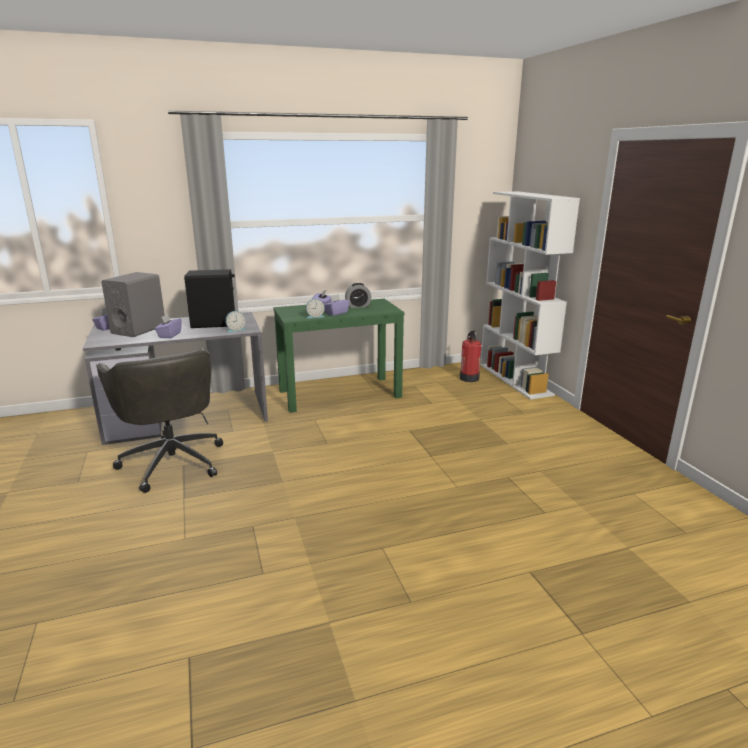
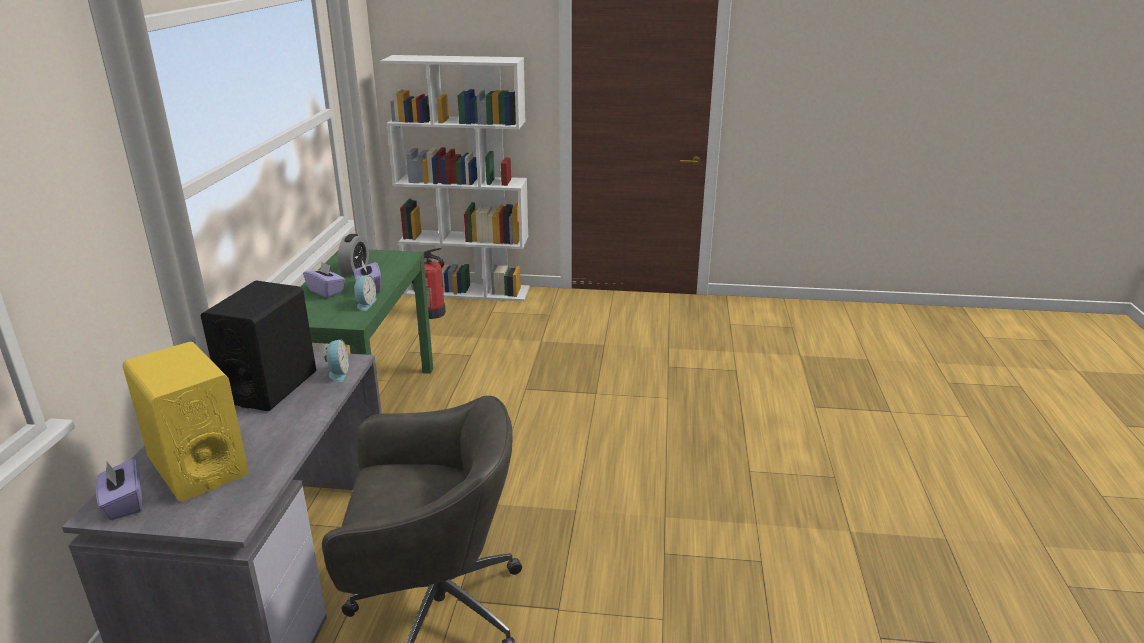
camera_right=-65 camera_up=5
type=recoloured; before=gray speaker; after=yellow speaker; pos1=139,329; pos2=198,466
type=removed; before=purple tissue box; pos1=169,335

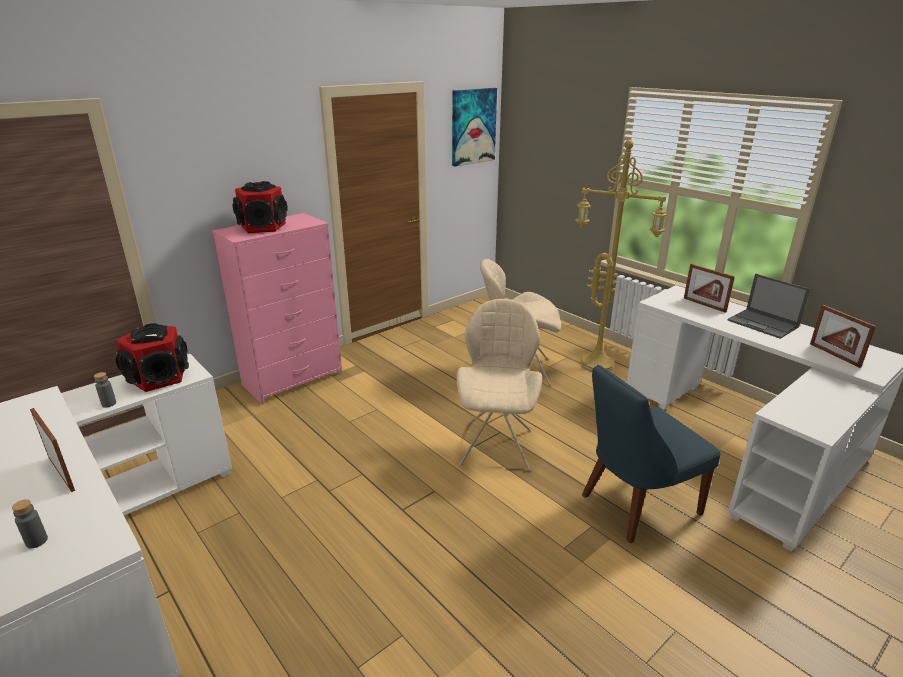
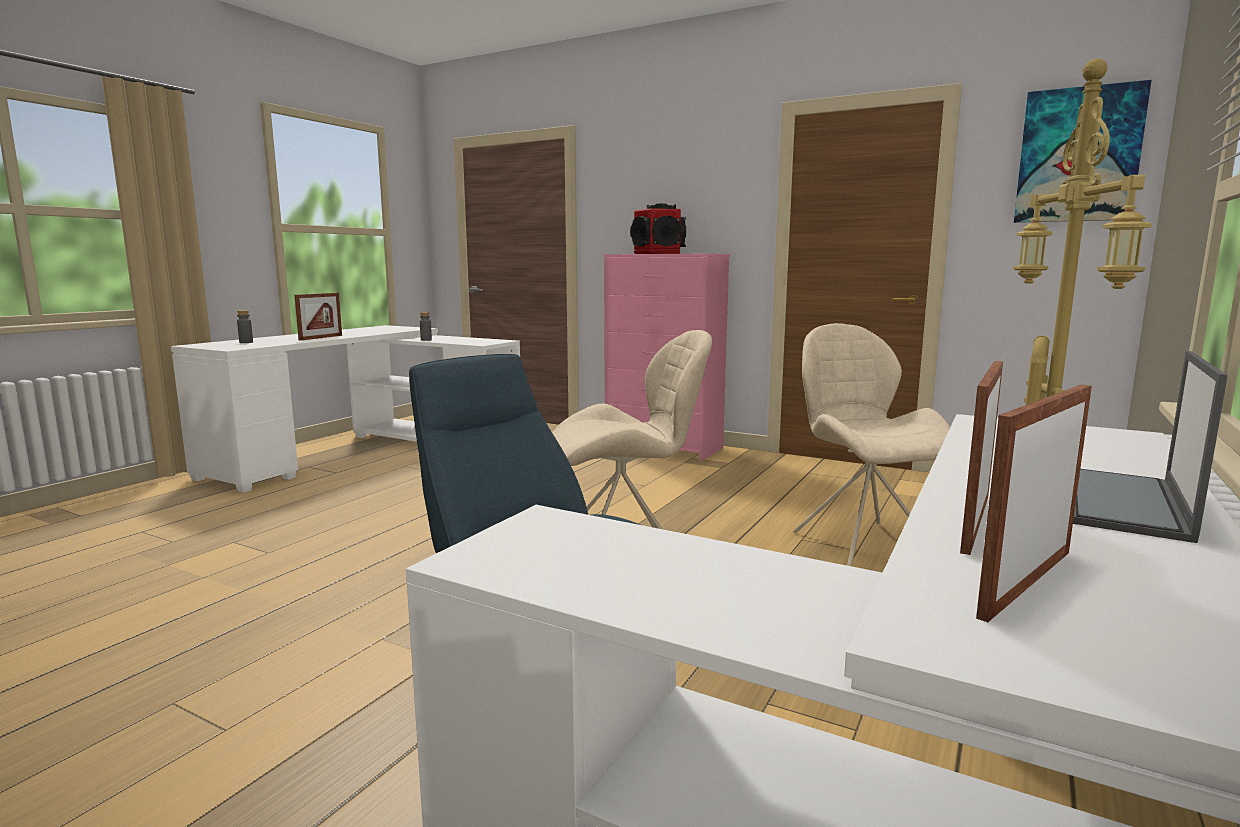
camera_right=70 camera_up=-15
type=moved; before=picture frame; pos1=704,305; pos2=975,522
type=removed; before=speaker; pos1=158,377

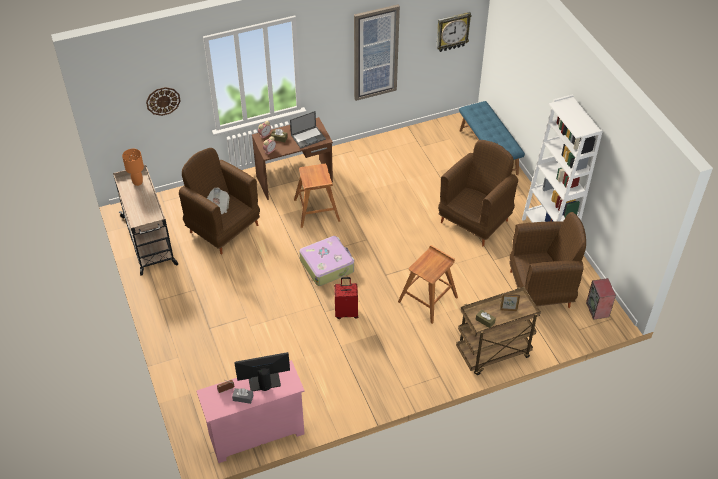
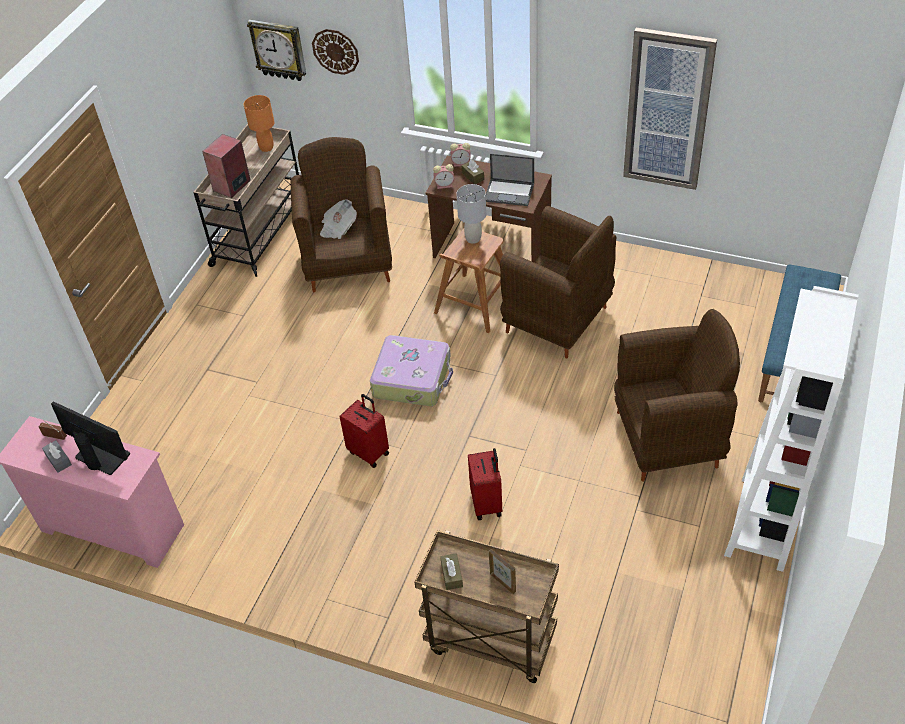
camera_right=45 camera_up=0
type=moved; before=wall clock; pos1=452,31; pos2=279,49
type=moved; before=brownish lounge chair; pos1=541,289; pos2=558,321
type=replaced; before=brownish stool; after=reddish suitcase; pos1=428,299; pos2=487,504
type=moved; before=speaker; pos1=598,310; pos2=232,186
type=added; after=gray tabletop lamp; pos2=473,239

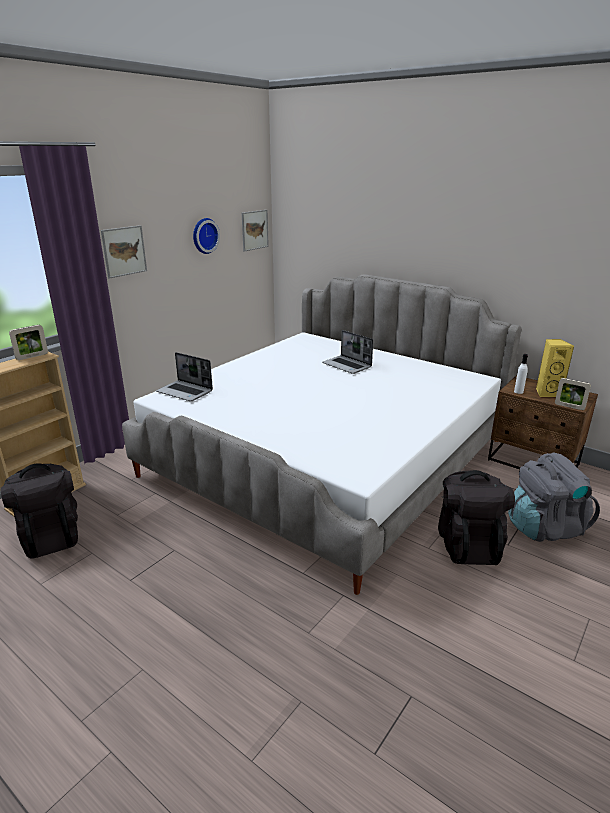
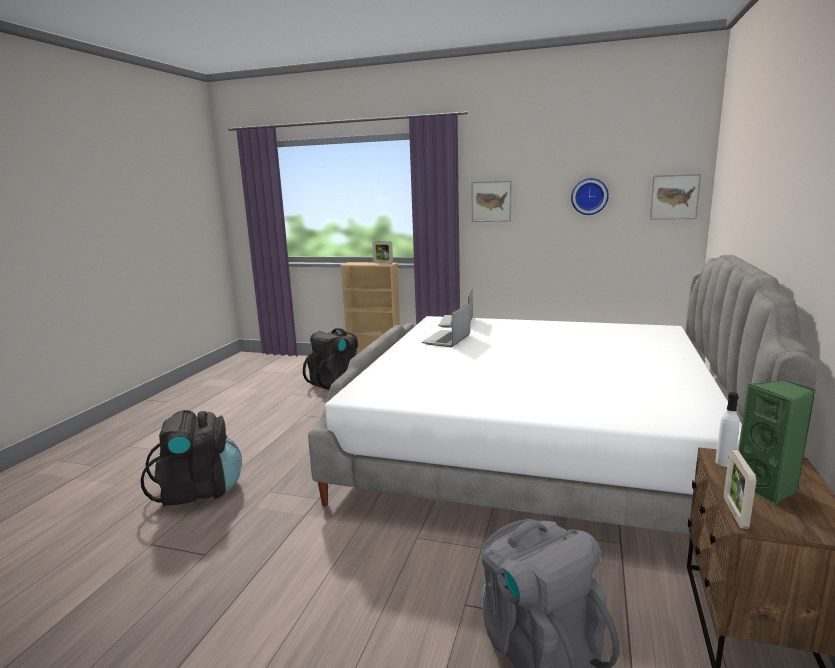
camera_right=70 camera_up=-10
type=moved; before=laptop; pos1=347,365; pos2=447,340
type=recoloured; before=yellow speaker; after=green-coloured speaker; pos1=547,393; pos2=768,489
type=moved; before=blackish knapsack; pos1=468,544; pos2=199,490

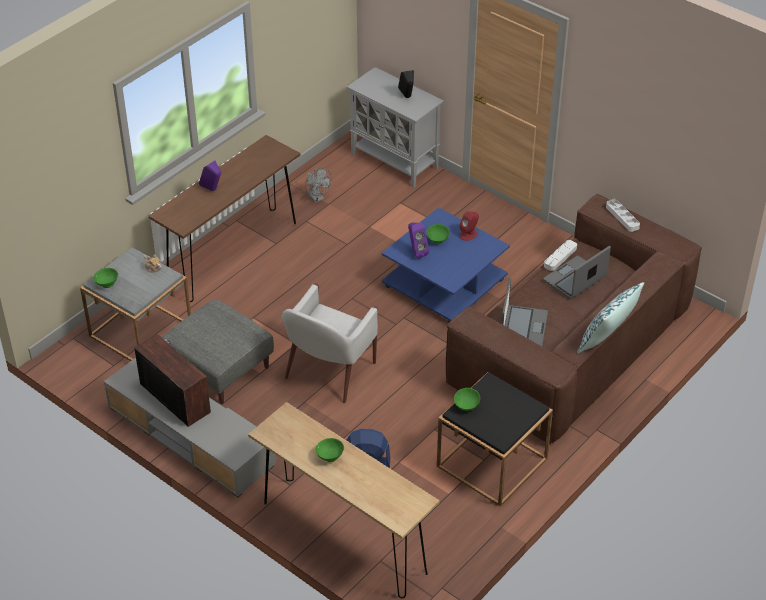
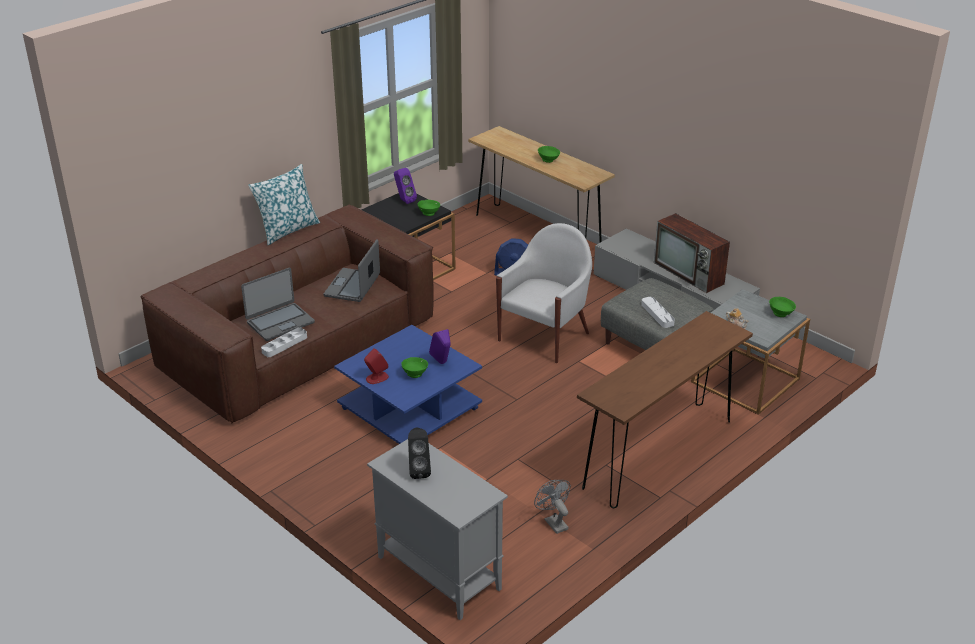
camera_right=-175 camera_up=-10
type=moved; before=purple speaker; pos1=212,190; pos2=404,200
type=moved; before=gray carrying tray; pos1=622,217; pos2=657,314

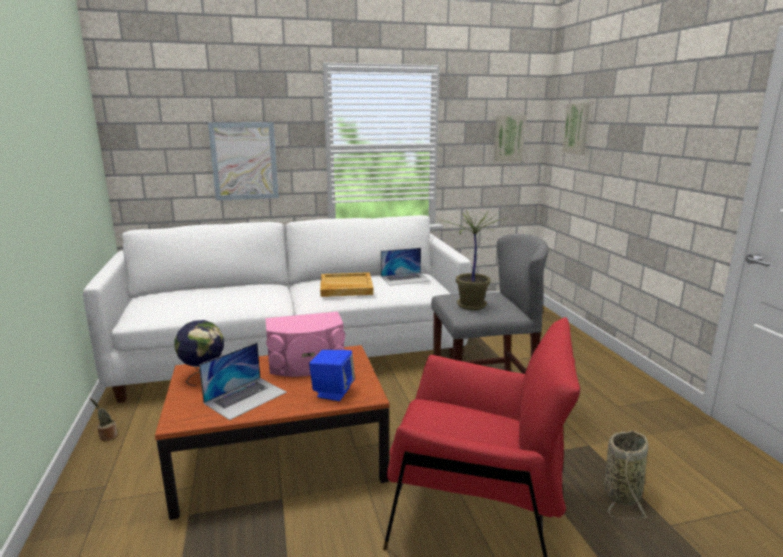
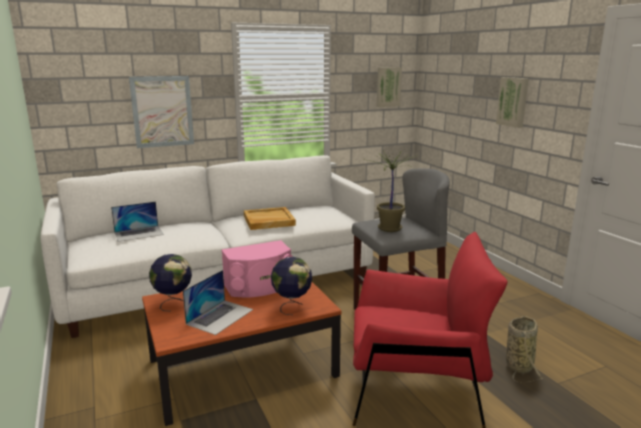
camera_right=-10 camera_up=0
type=moved; before=wall picture; pos1=577,128; pos2=513,102
type=moved; before=laptop; pos1=405,279; pos2=139,233
type=replaced; before=blue speaker; after=world globe; pos1=333,392; pos2=292,306
type=removed; before=potted plant; pos1=107,436

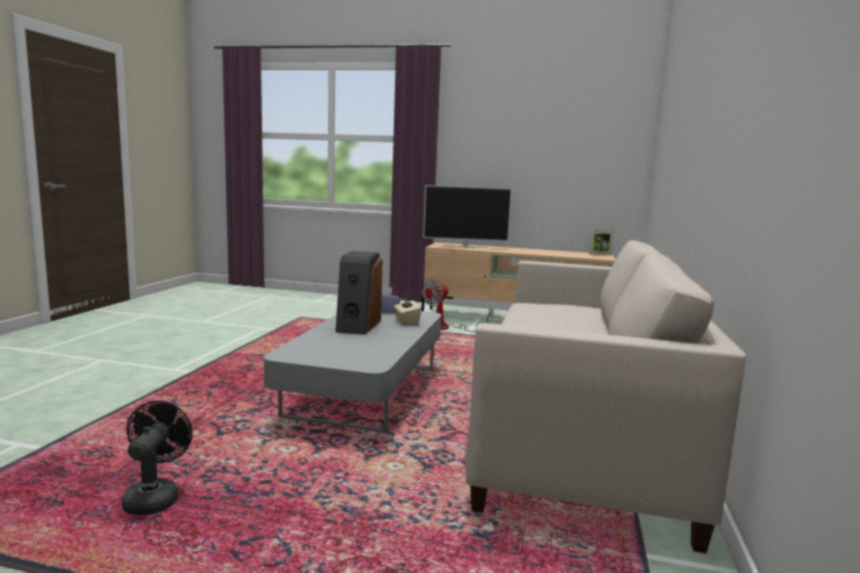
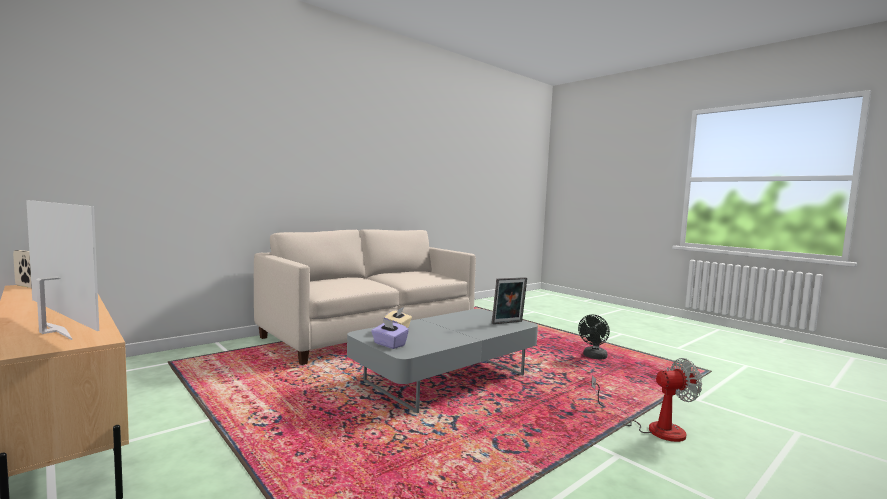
camera_right=-145 camera_up=-5
type=removed; before=speaker; pos1=357,325
type=moved; before=electric fan; pos1=446,327; pos2=653,427
type=added; after=picture frame; pos2=508,323

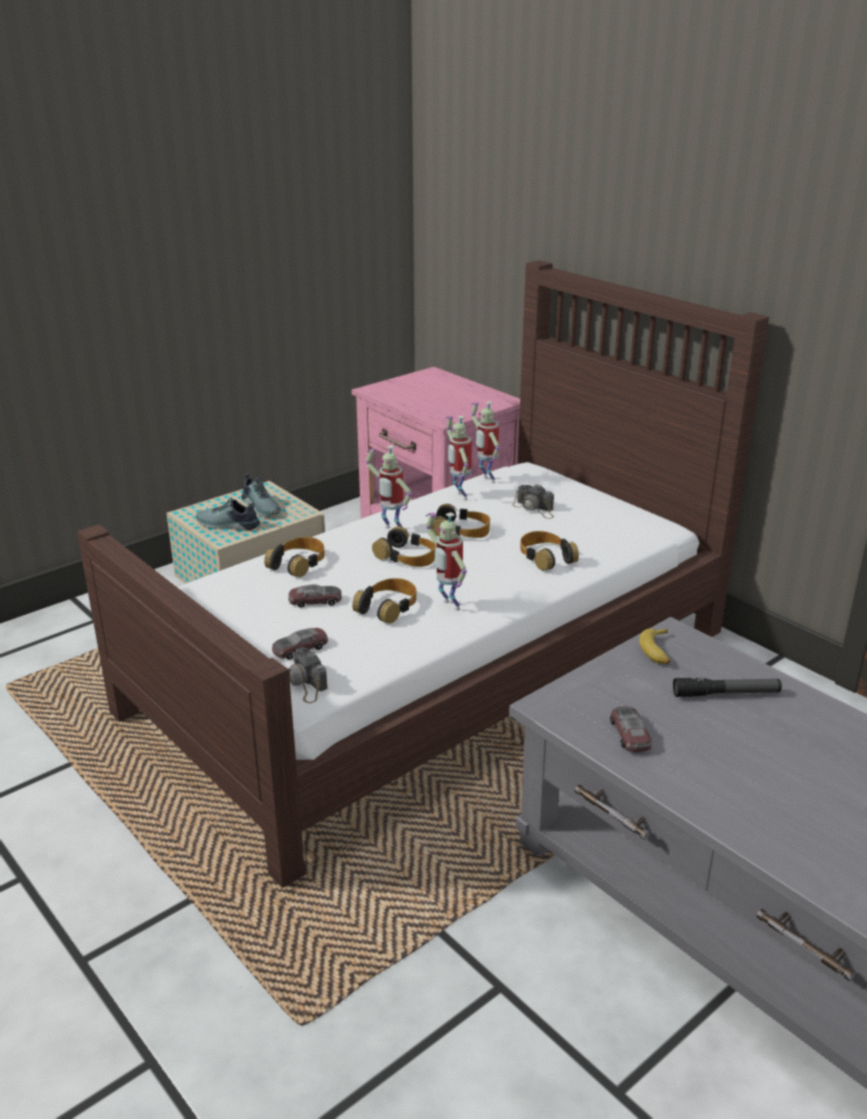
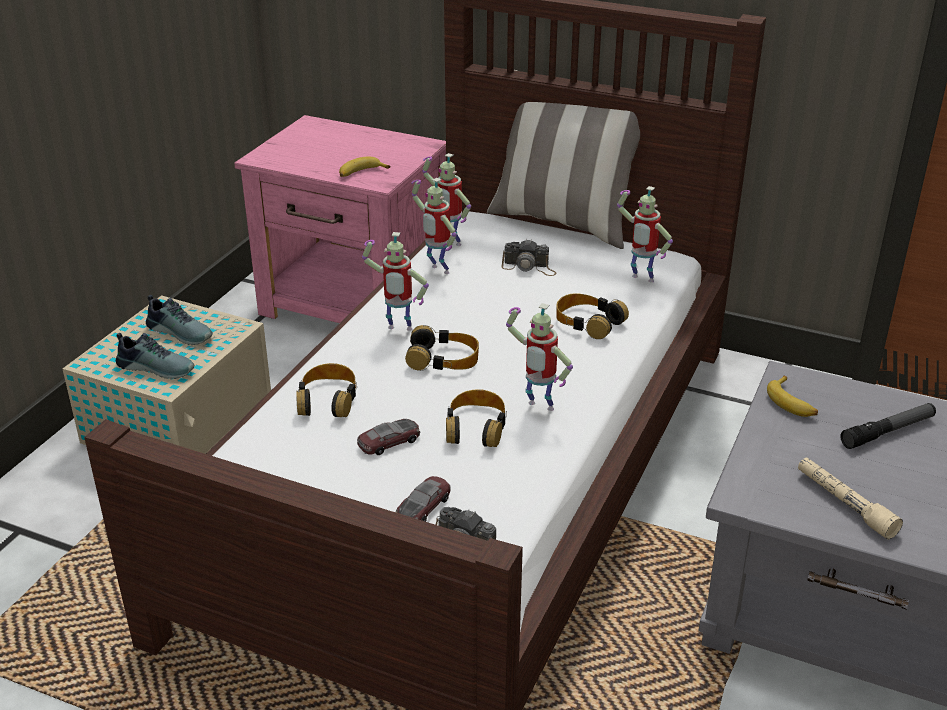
camera_right=-25 camera_up=5
type=turned; before=item of footwear; pos1=227,525; pos2=157,367; turn=-150
type=removed; before=pair of headphones; pos1=461,530
type=replaced; before=miniature car; after=beige flashlight; pos1=630,734; pos2=844,504
type=added; after=pillow; pos2=564,222
type=added; after=banana; pos2=361,173
type=added; after=toy robot; pos2=640,280

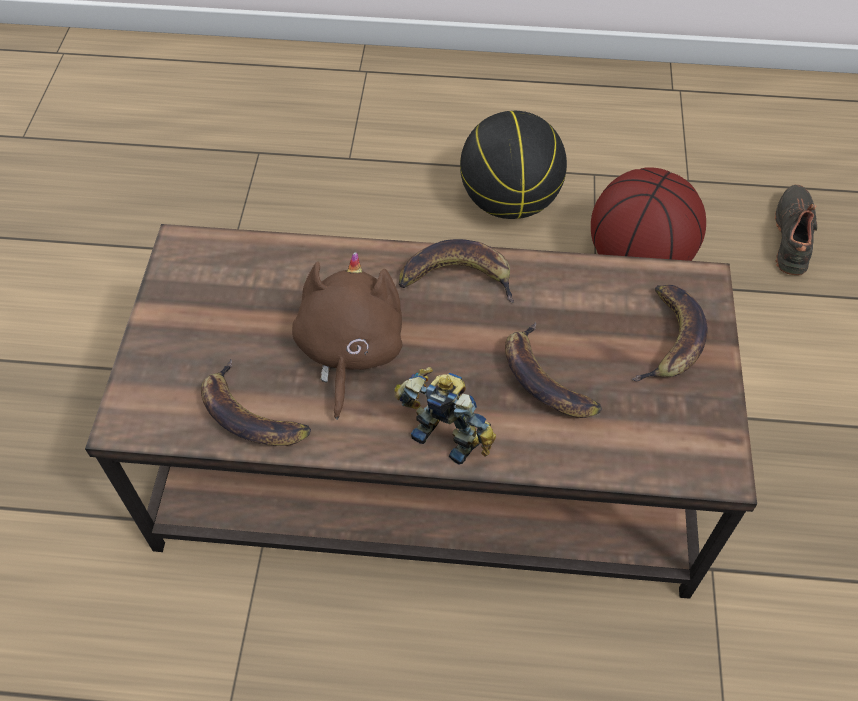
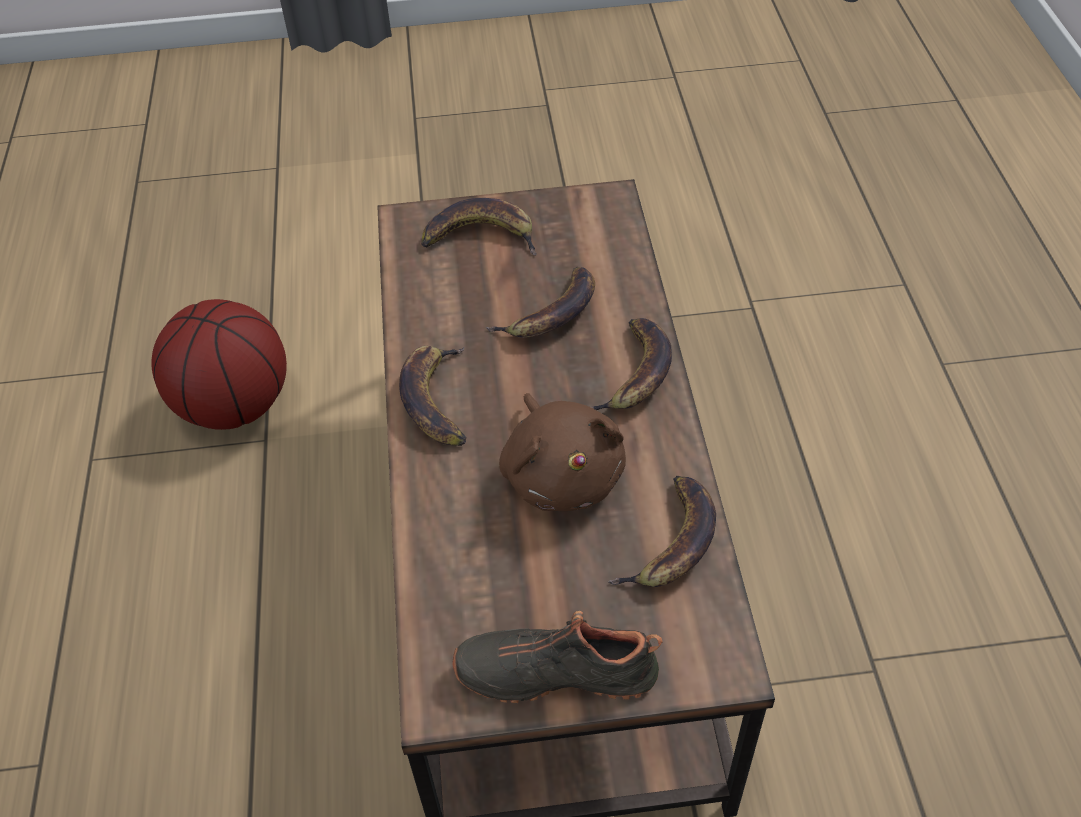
camera_right=-100 camera_up=-5
type=removed; before=basketball; pos1=510,202
type=moved; before=blackish item of footwear; pos1=794,237; pos2=556,669
type=turned; before=brownish cuddly toy; pos1=349,351; pos2=562,473; turn=-105
type=replaced; before=toy robot; after=banana; pos1=447,432; pos2=635,374

